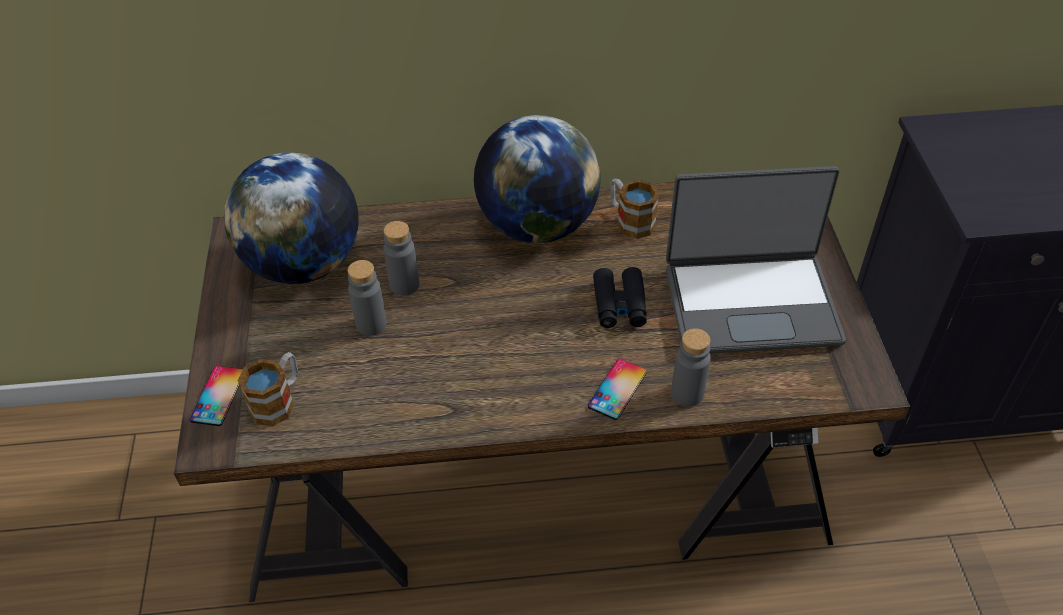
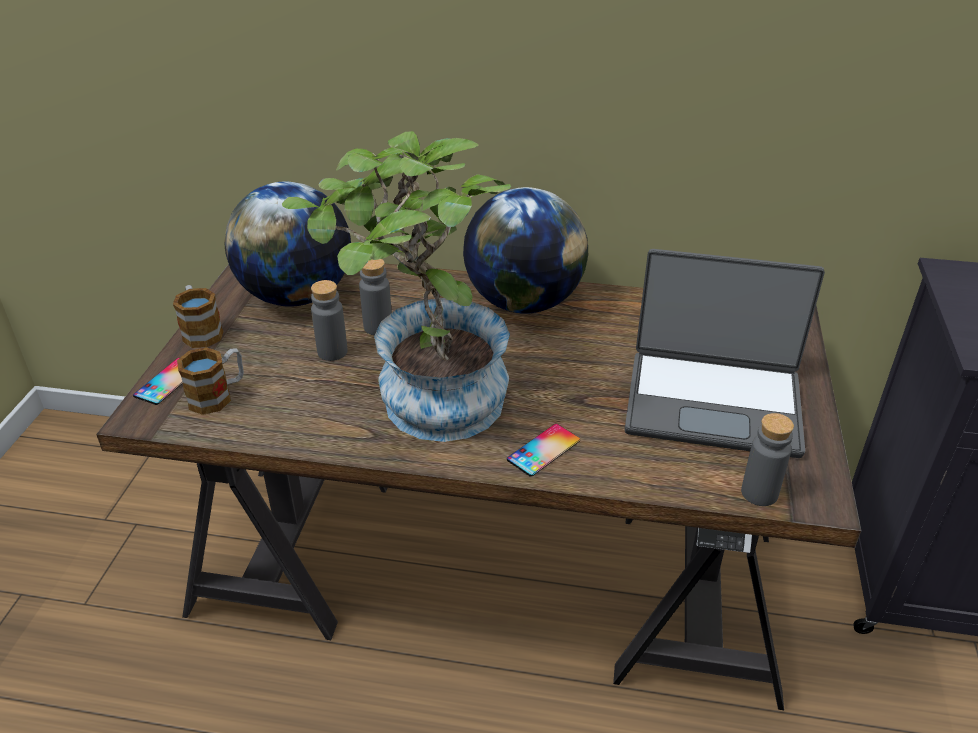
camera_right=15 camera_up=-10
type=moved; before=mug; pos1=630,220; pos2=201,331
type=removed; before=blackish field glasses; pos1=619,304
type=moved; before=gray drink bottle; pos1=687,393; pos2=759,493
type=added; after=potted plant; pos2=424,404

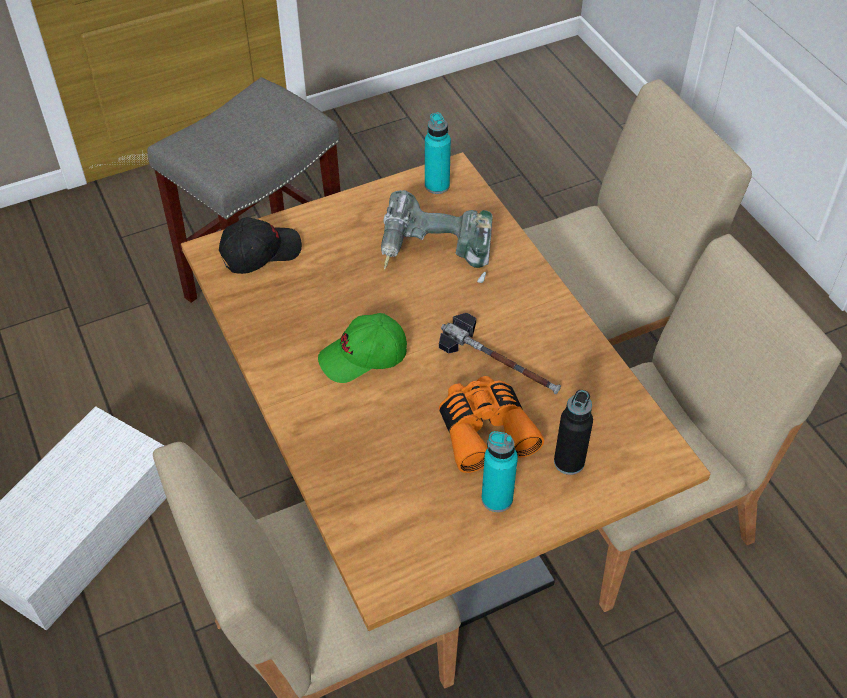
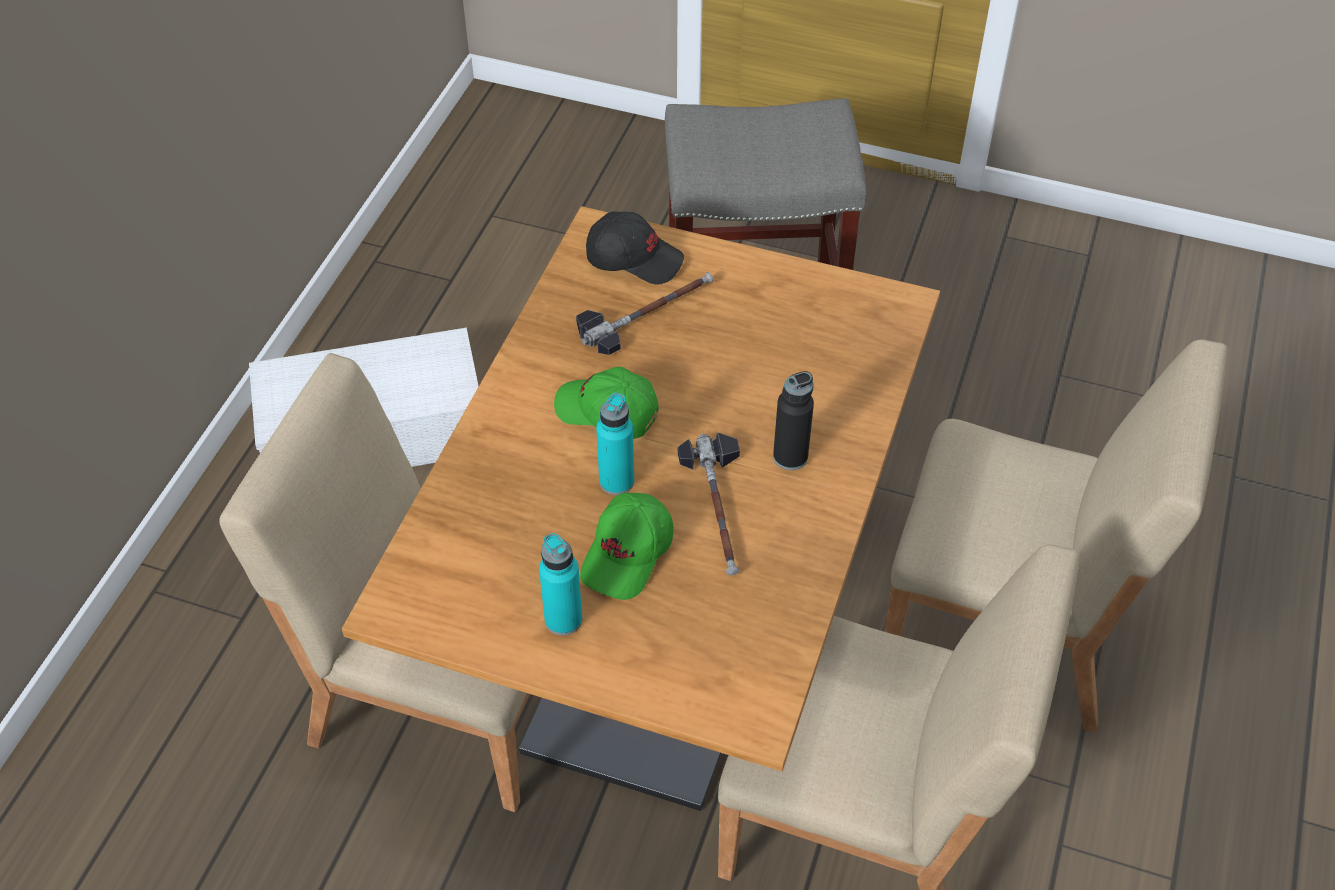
camera_right=45 camera_up=0
type=moved; before=turquoise-coloured drink bottle; pos1=437,185; pos2=616,481
type=removed; before=electric drill; pos1=435,255
type=replaced; before=orangey field glasses; after=green-coloured peaked cap; pos1=485,430; pos2=628,555
type=moved; before=blackish drink bottle; pos1=569,462; pos2=790,457
type=added; after=hand hammer; pos2=647,313

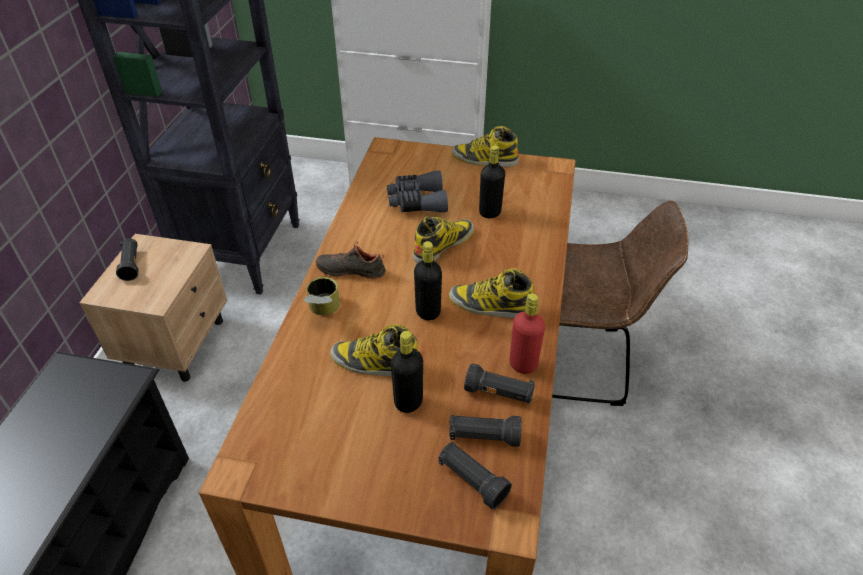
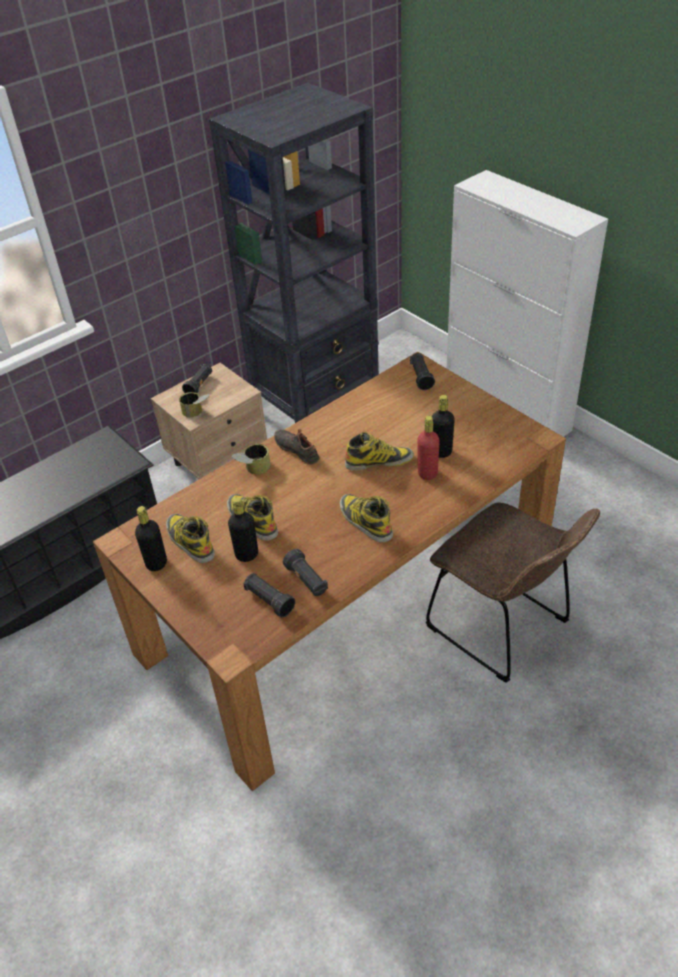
camera_right=40 camera_up=0
type=moved; before=tall boot; pos1=484,159; pos2=189,541
type=removed; before=gray field glasses; pos1=417,201
type=moved; before=blackish drink bottle; pos1=428,312; pos2=156,563
type=moved; before=reddish drink bottle; pos1=523,364; pos2=427,473
type=moved; before=blackish flashlight; pos1=472,480; pos2=421,377
type=added; after=metal can; pos2=197,412

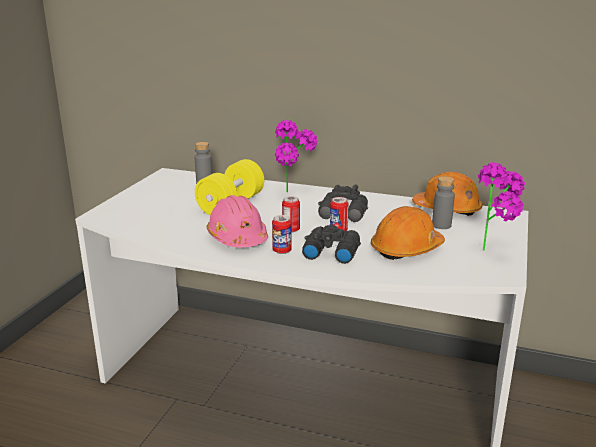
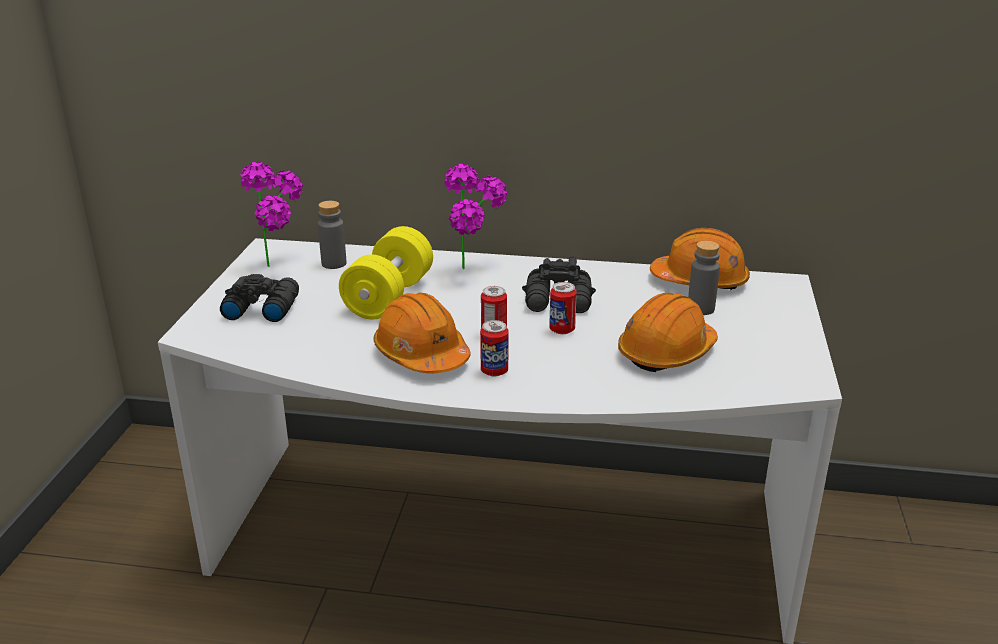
camera_right=-10 camera_up=5
type=moved; before=potted plant; pos1=495,251; pos2=282,266
type=recoloured; before=pinkish safety helmet; after=orangey safety helmet; pos1=237,238; pos2=421,355
type=moved; before=blackish field glasses; pos1=330,252; pos2=260,308

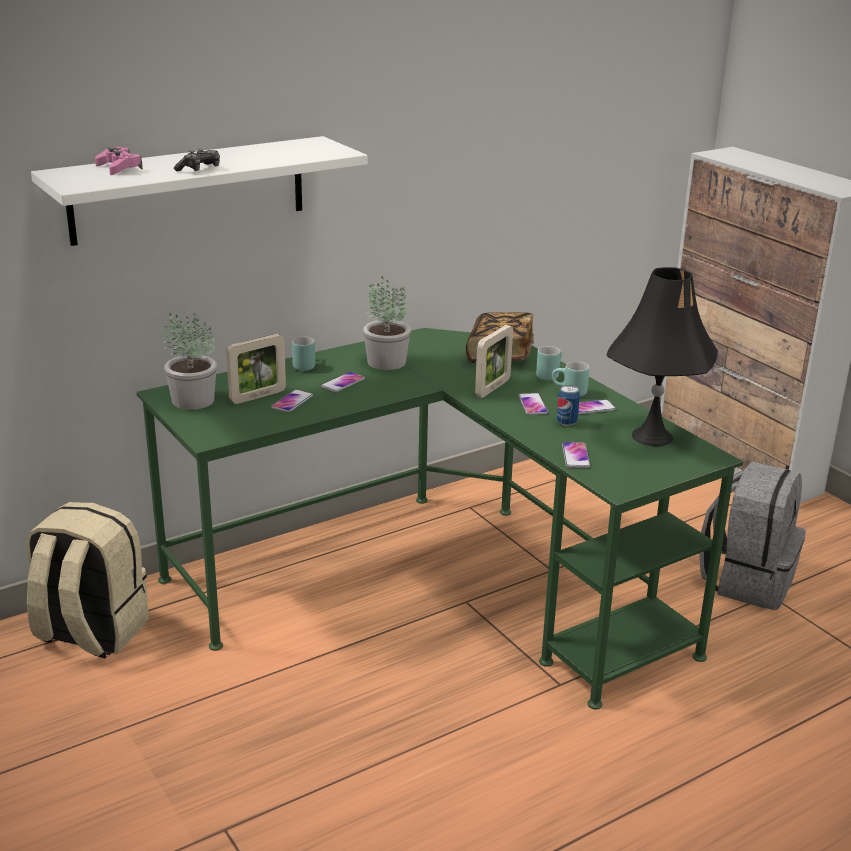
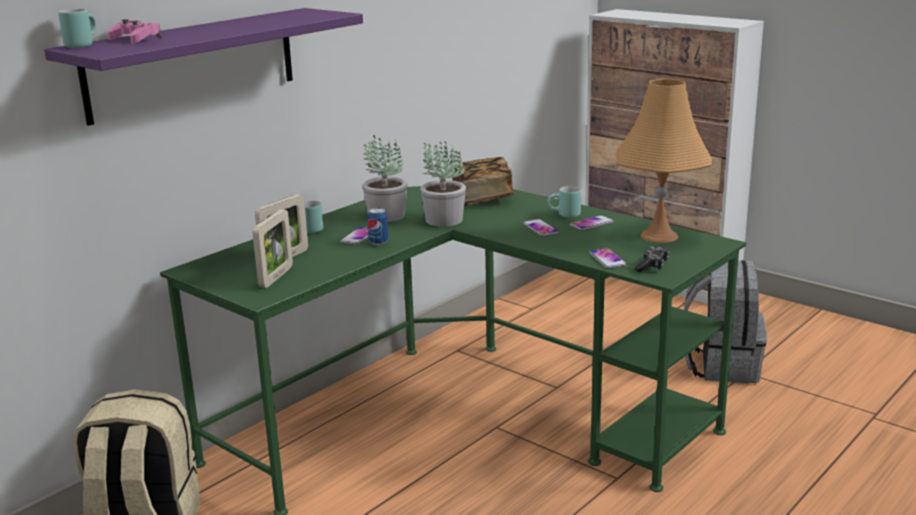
camera_right=-15 camera_up=-5
type=recoloured; before=whitish bracket shelf; after=purple bracket shelf; pos1=189,190; pos2=193,64
type=moved; before=joypad; pos1=199,169; pos2=652,266
type=recoloured; before=blackish tabletop lamp; after=orangey tabletop lamp; pos1=652,436; pos2=659,236
type=moved; before=potted plant; pos1=192,400; pos2=443,220
type=moved; before=picture frame; pos1=492,388; pos2=276,277
type=moved; before=turquoise-coloured mug; pos1=548,374; pos2=81,45
type=moved; before=metal can; pos1=566,422; pos2=378,242
type=removed; before=telephone; pos1=292,402

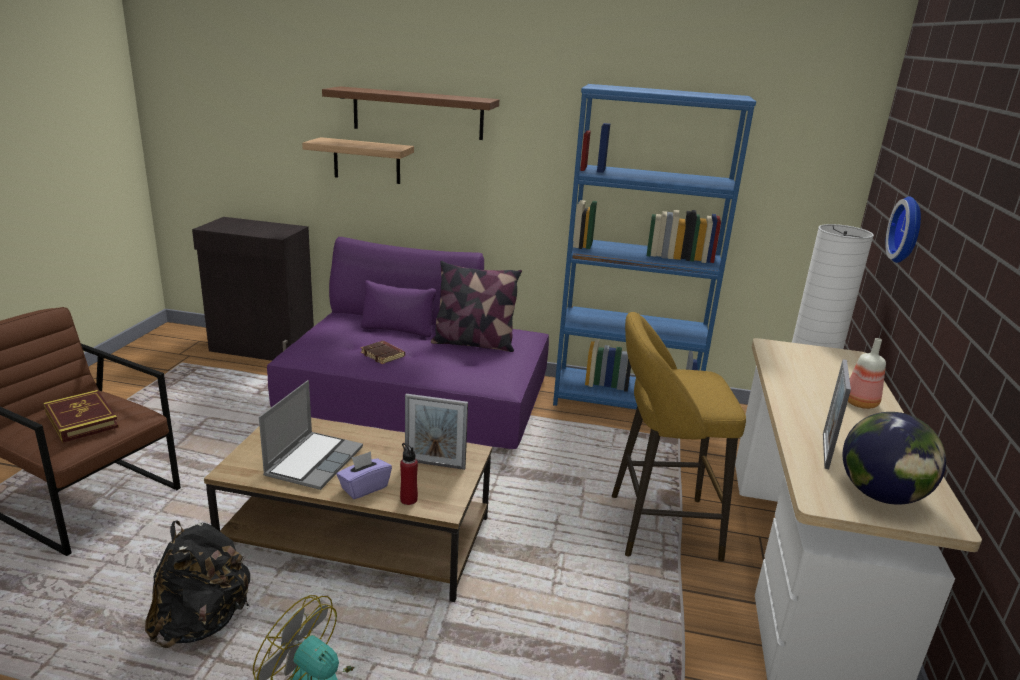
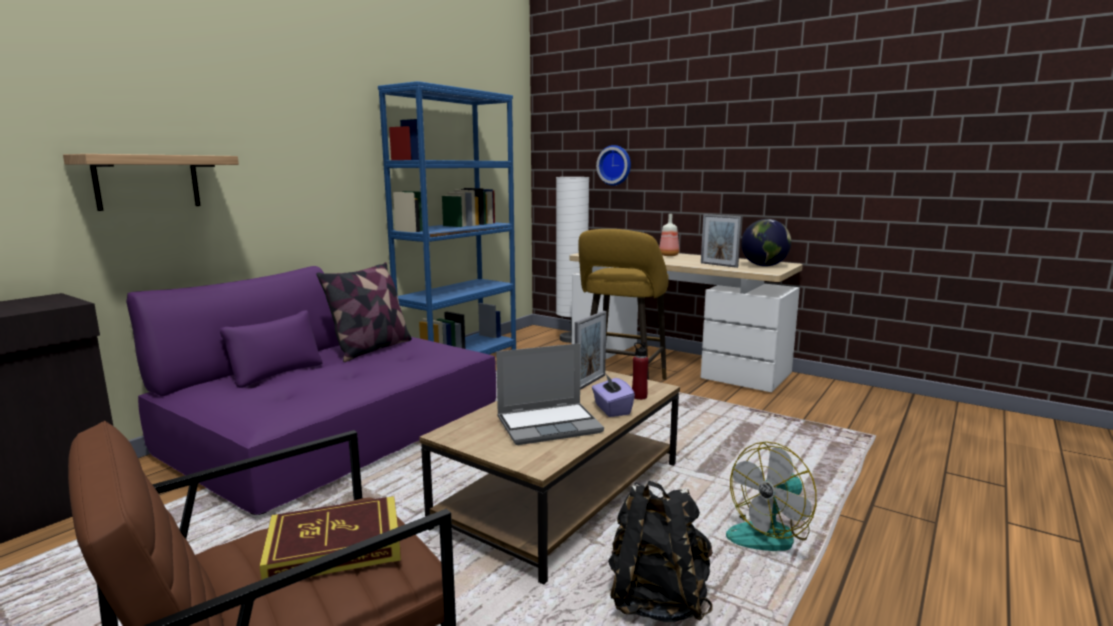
camera_right=-65 camera_up=-10
type=removed; before=brownish bracket shelf; pos1=417,113
type=removed; before=brownish bound book; pos1=383,355
type=turned; before=laptop; pos1=314,461; pos2=549,425; turn=120

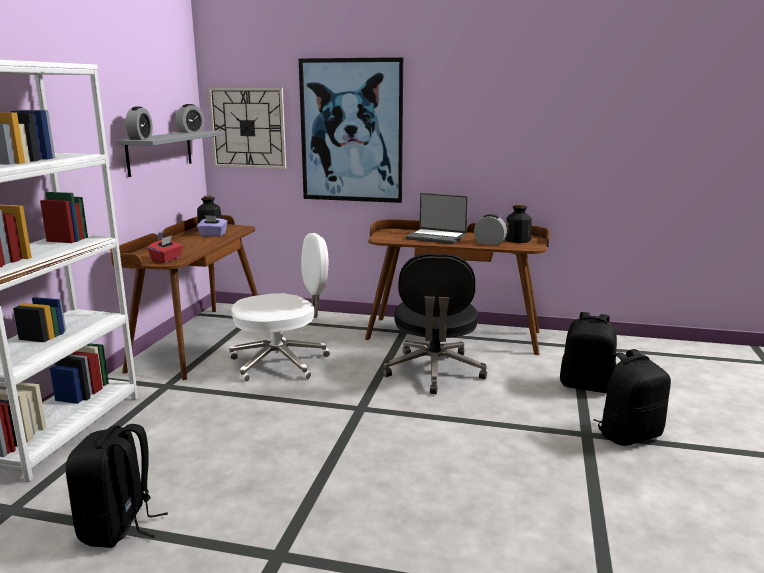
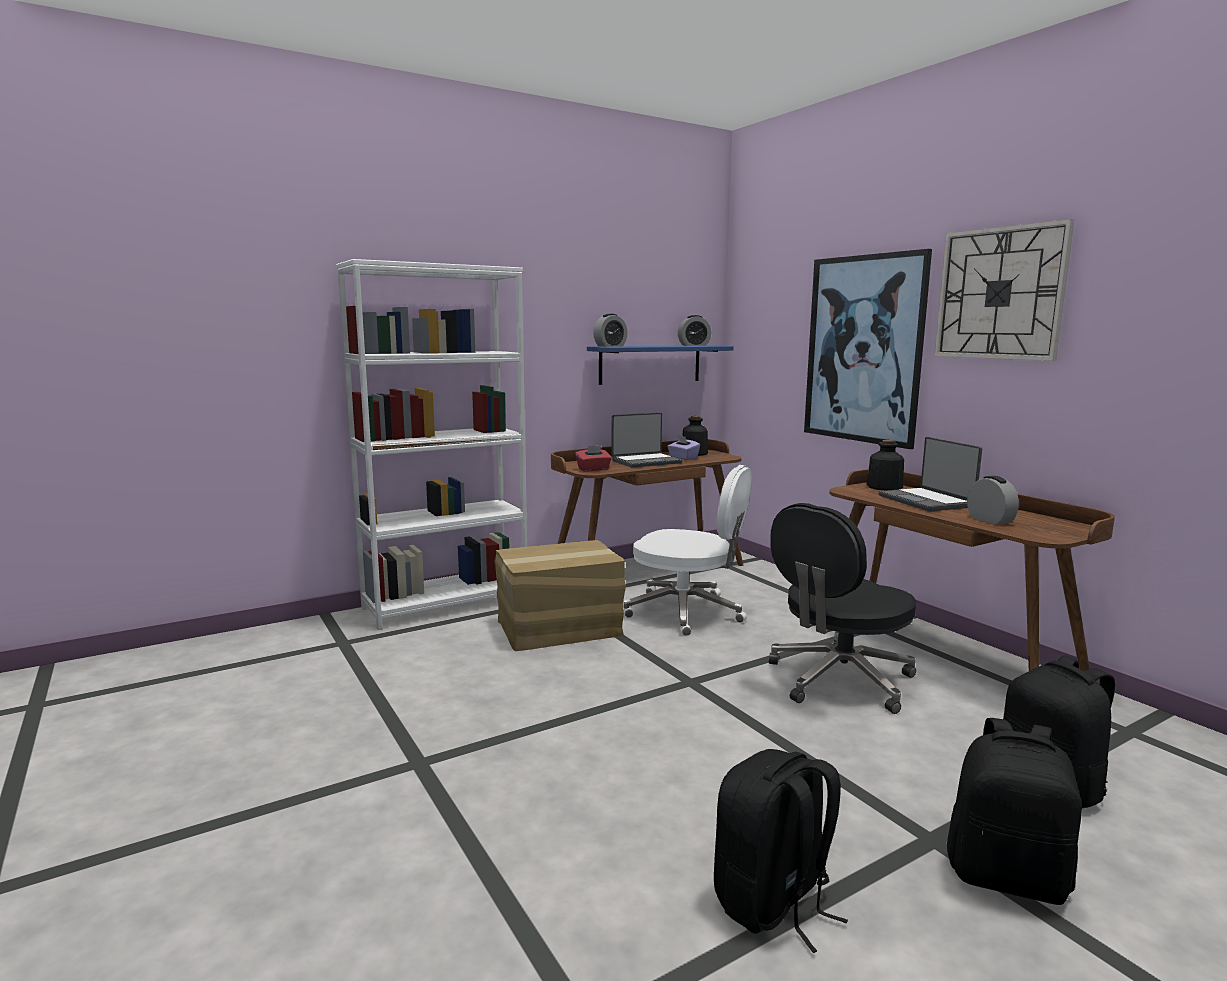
camera_right=45 camera_up=-5
type=moved; before=wall clock; pos1=248,128; pos2=999,293
type=recoloured; before=gray bracket shelf; after=blue bracket shelf; pos1=160,152; pos2=650,364
type=moved; before=drink bottle; pos1=517,240; pos2=884,487
type=moved; before=blackish knapsack; pos1=118,527; pos2=773,903
type=added; after=laptop; pos2=646,461
type=added; after=carton; pos2=559,628

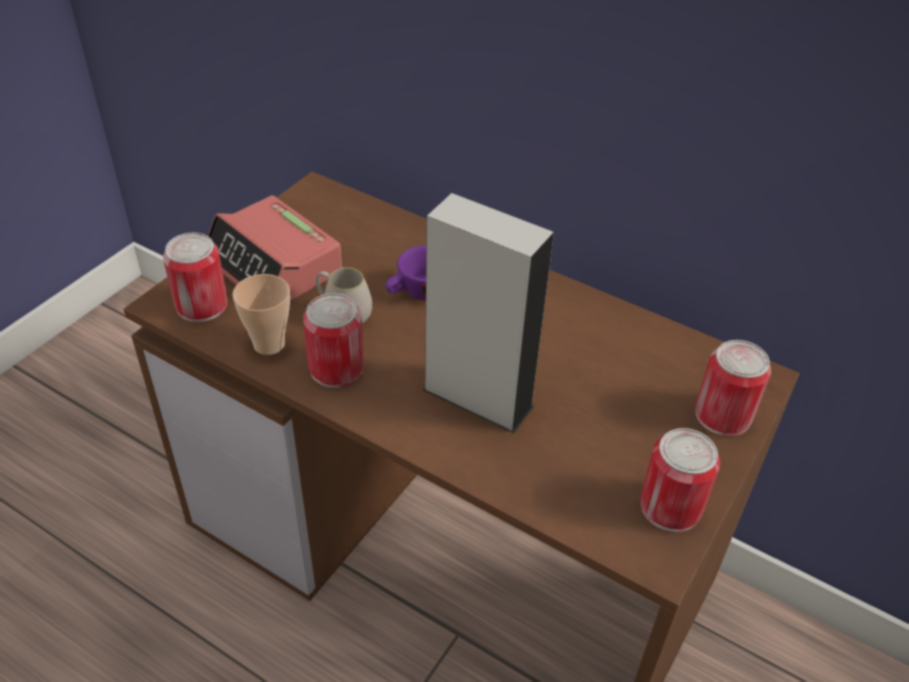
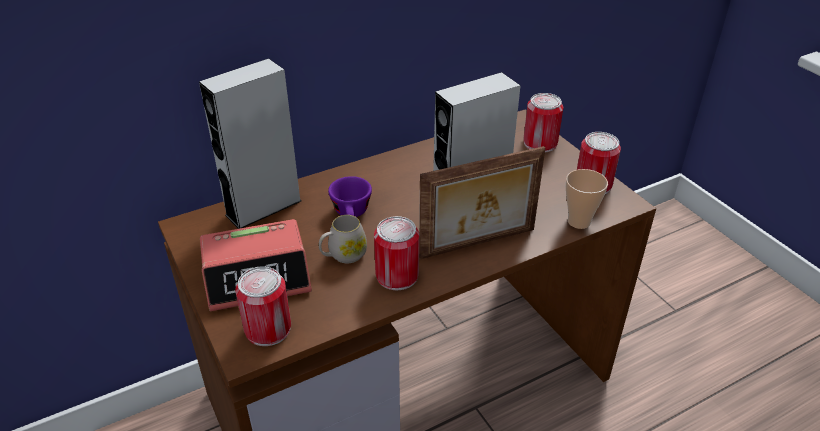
camera_right=-60 camera_up=-5
type=moved; before=cup; pos1=269,344; pos2=579,221
type=added; after=gray speaker; pos2=263,208
type=added; after=picture frame; pos2=478,244

